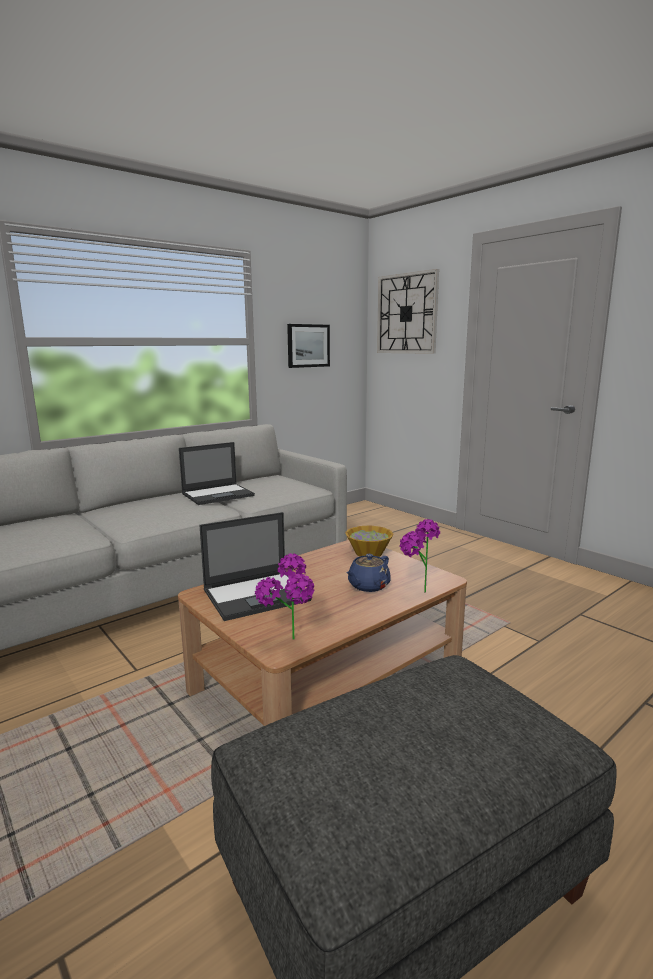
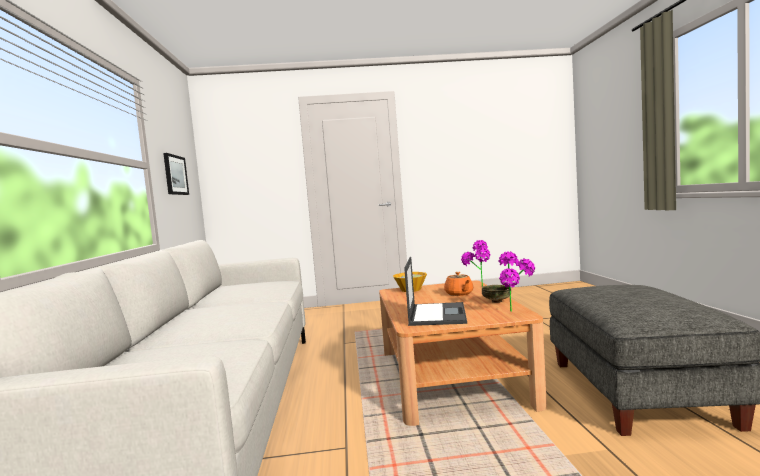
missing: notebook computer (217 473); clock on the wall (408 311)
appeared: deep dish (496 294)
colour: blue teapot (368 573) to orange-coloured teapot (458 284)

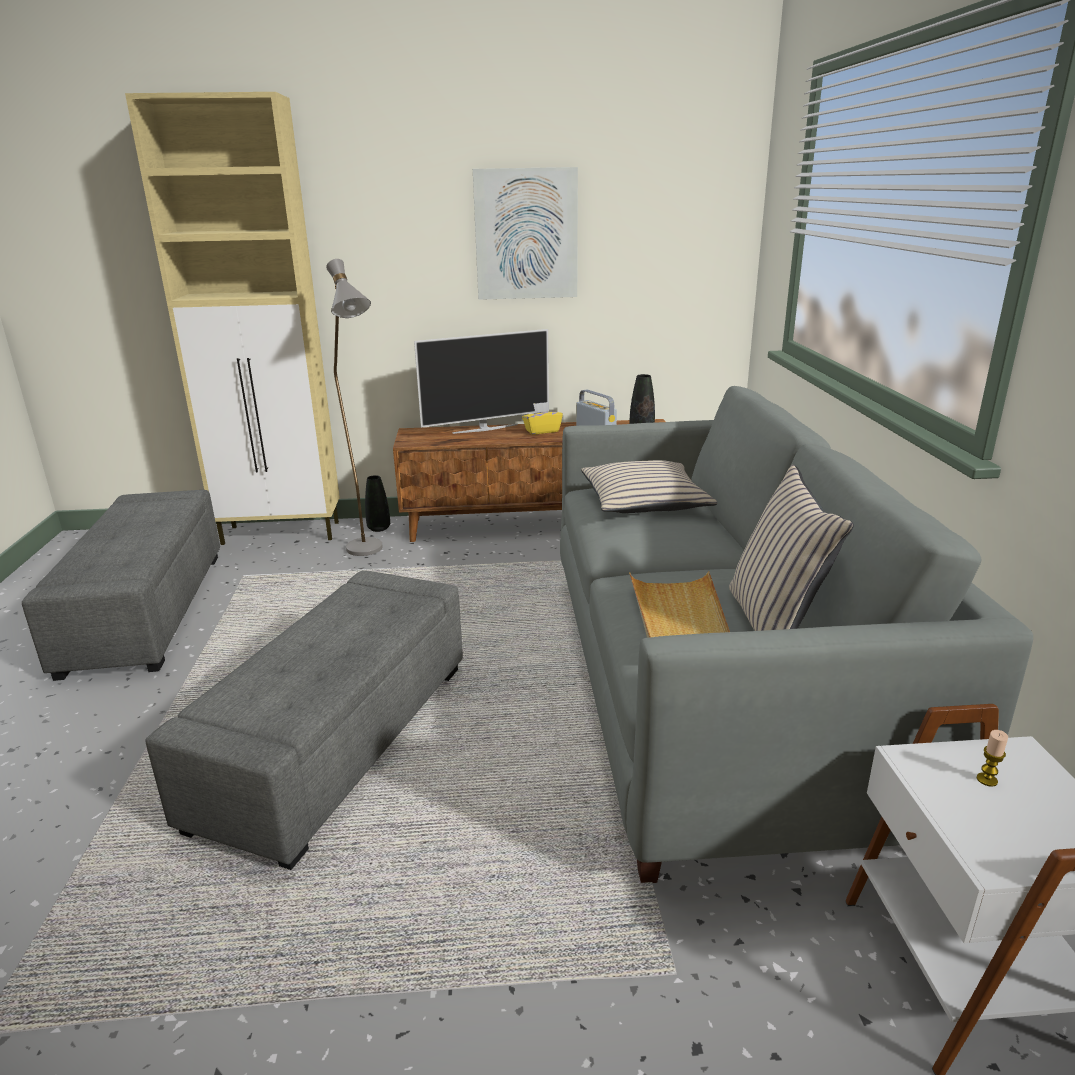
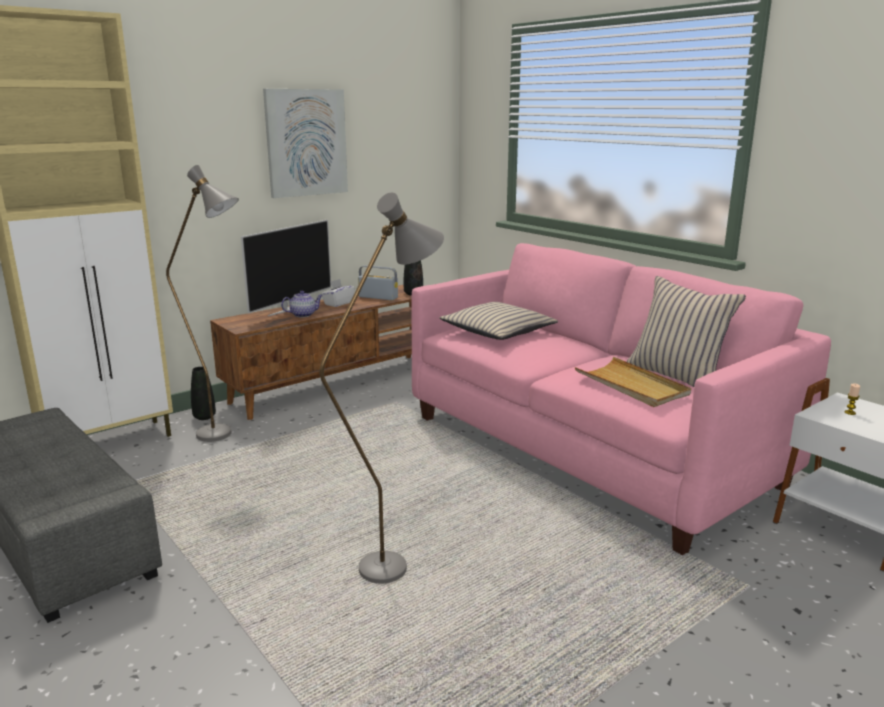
appeared: teapot (302 304)
exchanged: greyish pouffe (304 720) to greyish standing lamp (381 388)
colour: yellow-coloured tissue box (542 418) to white tissue box (338 293); greyish sofa (796 634) to pinkish sofa (621 399)

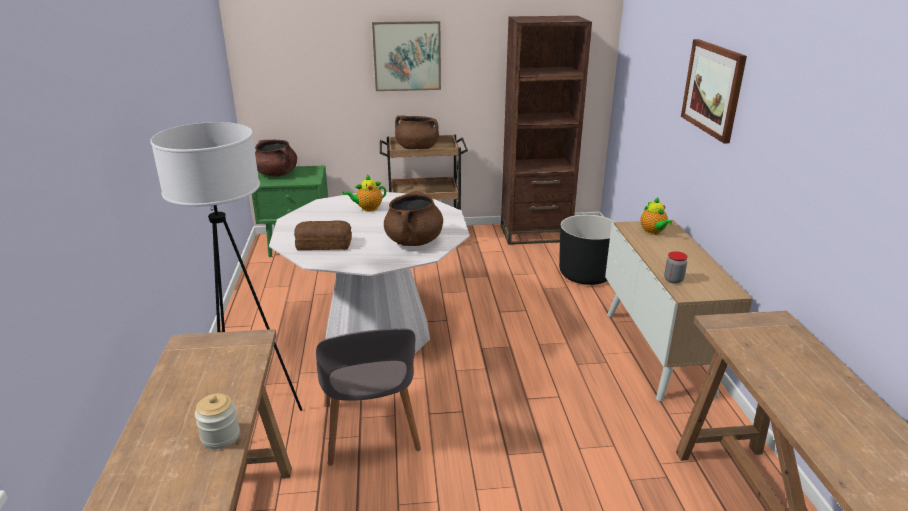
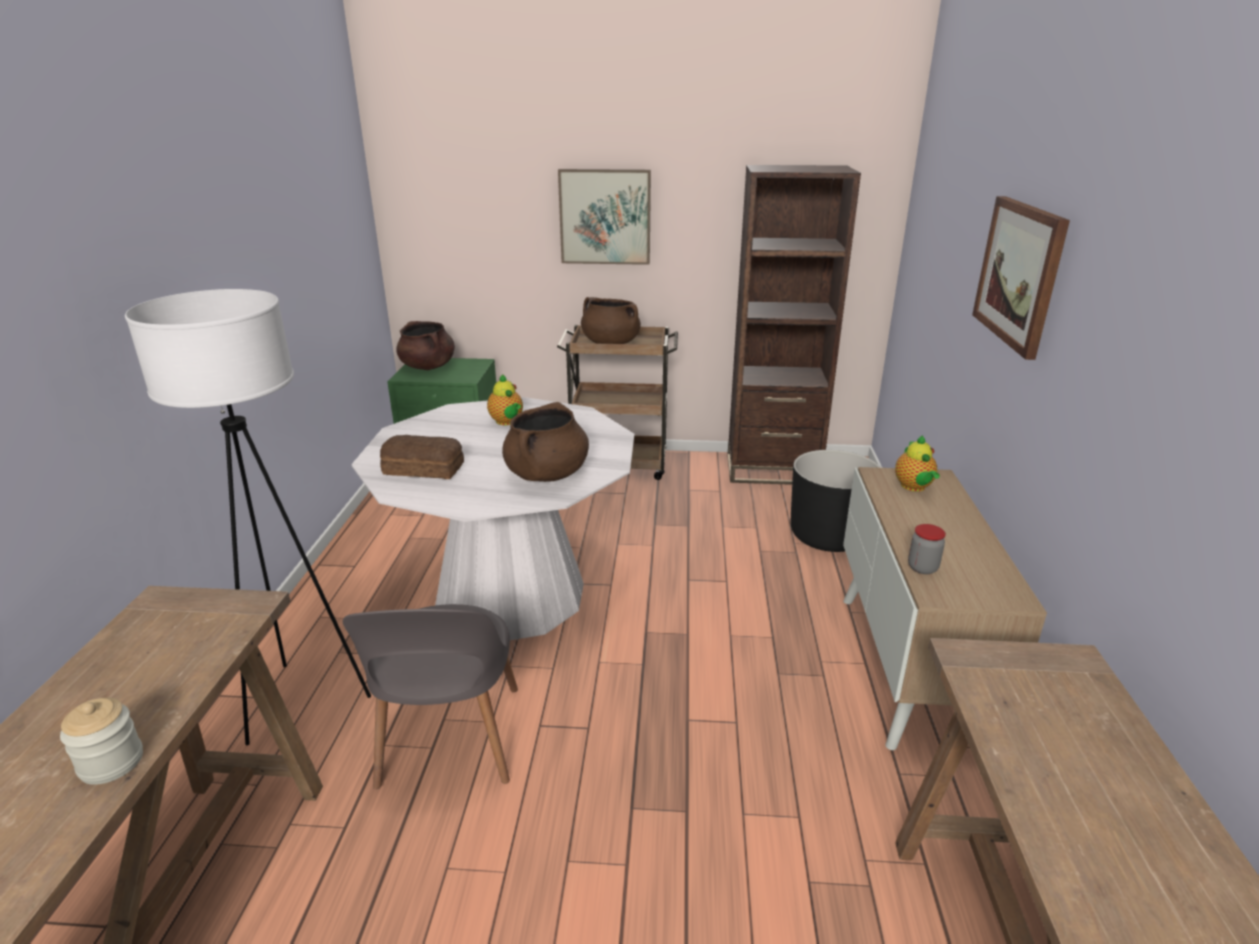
spun: teapot (364 193) = (505 399) 105 degrees counterclockwise

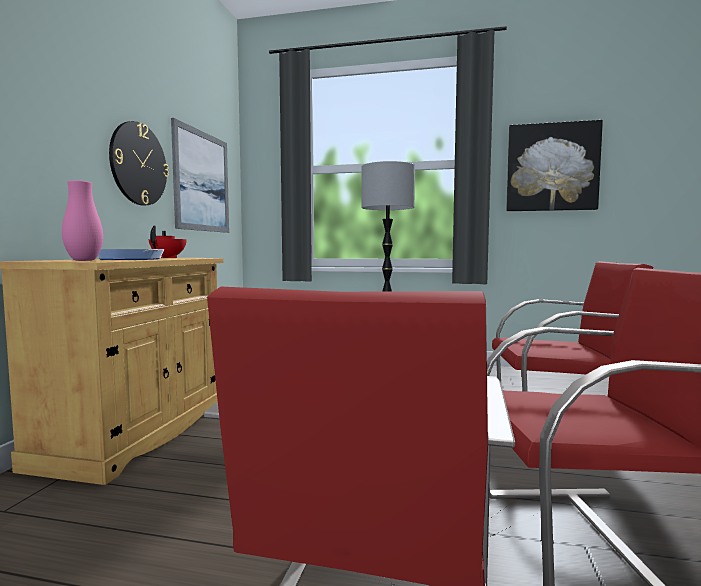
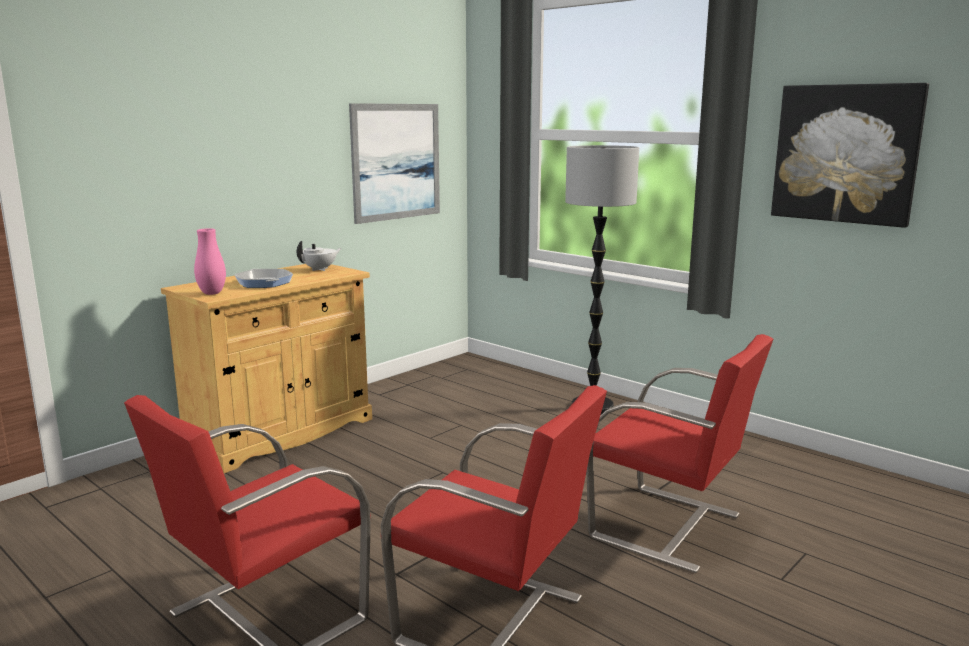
missing: clock on the wall (139 163)
colour: red teapot (168 241) to white teapot (319 256)

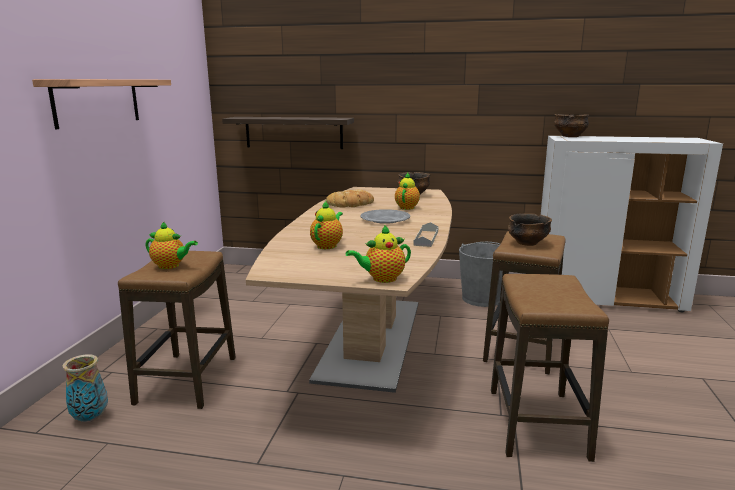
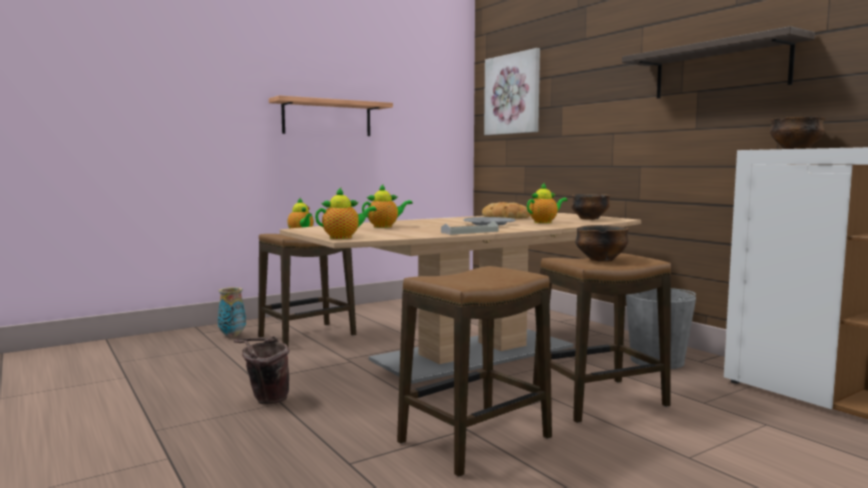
appeared: brown bucket (262 370); picture (512 91)
relocated: bracket shelf (288 133) to (718 62)
spun: teapot (378 254) = (346 213) 135 degrees clockwise

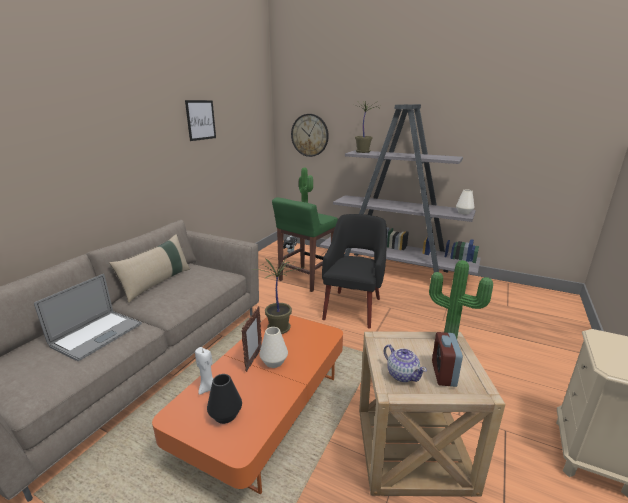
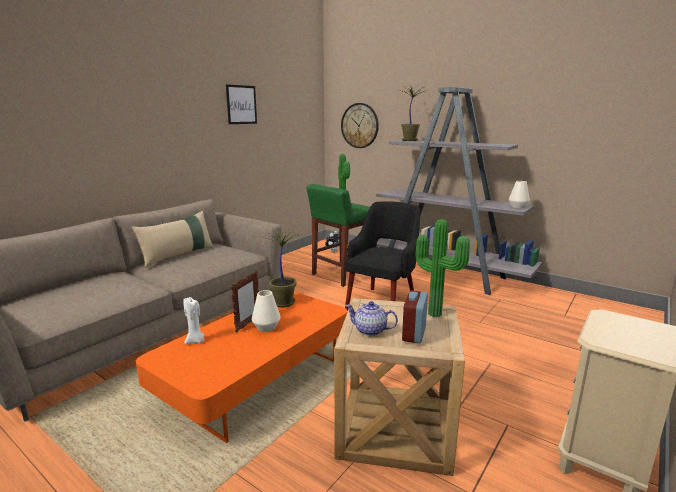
missing: notebook computer (88 317); black-coloured vase (224 399)
spun: teapot (405 363) = (371 318) 135 degrees clockwise

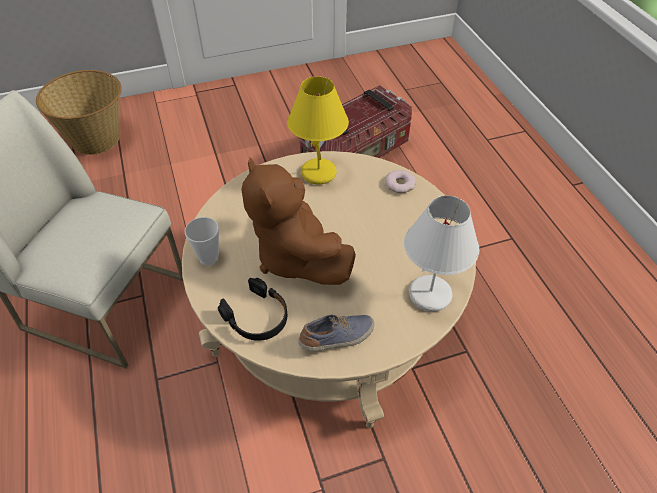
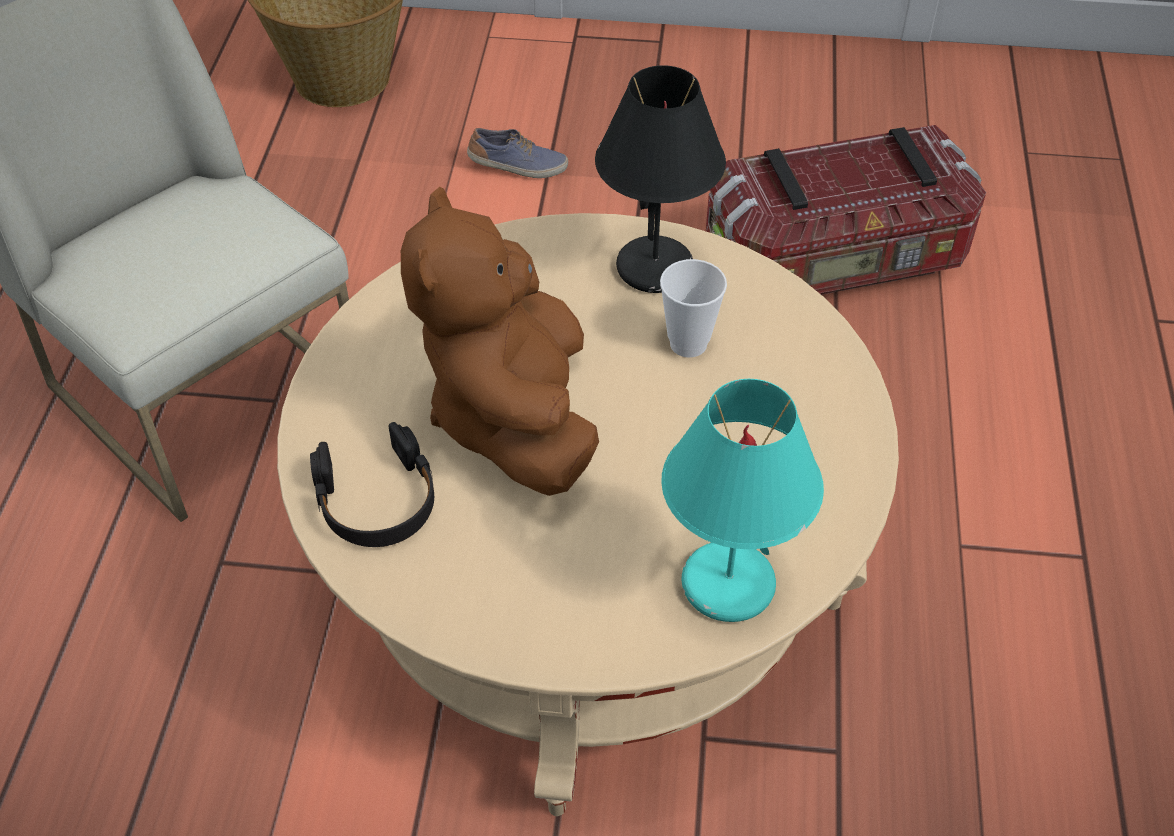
missing: donut (400 181)
relocated: small cup (202 241) to (693 308); item of footwear (336 333) to (517 153)
colour: yellow-coloured tabletop lamp (318 130) to black-coloured tabletop lamp (660 179); white tabletop lamp (442 253) to turquoise-coloured tabletop lamp (742 500)

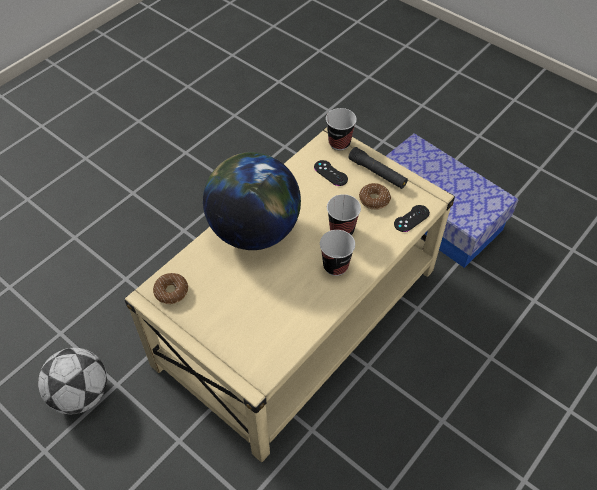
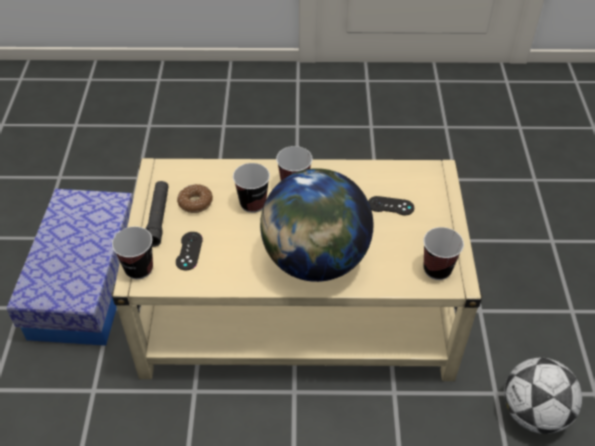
relocated: black-coloured game controller (412 218) to (391 205)
exchanged: donut (170 288) to small cup (443 253)

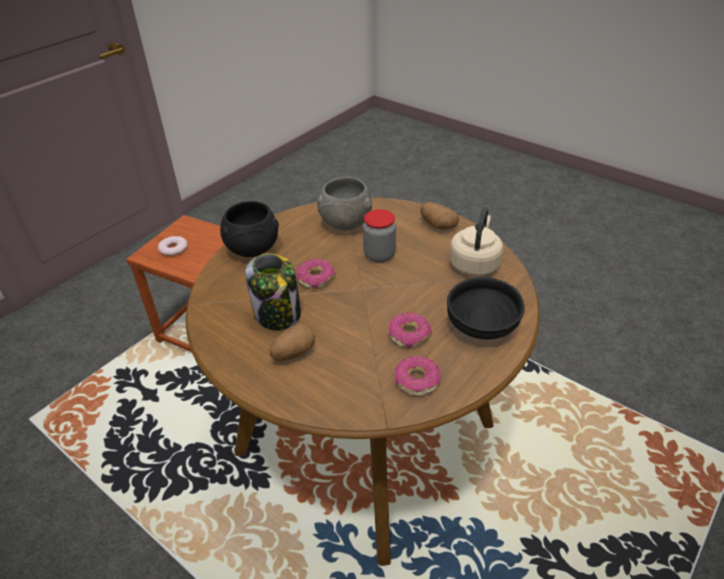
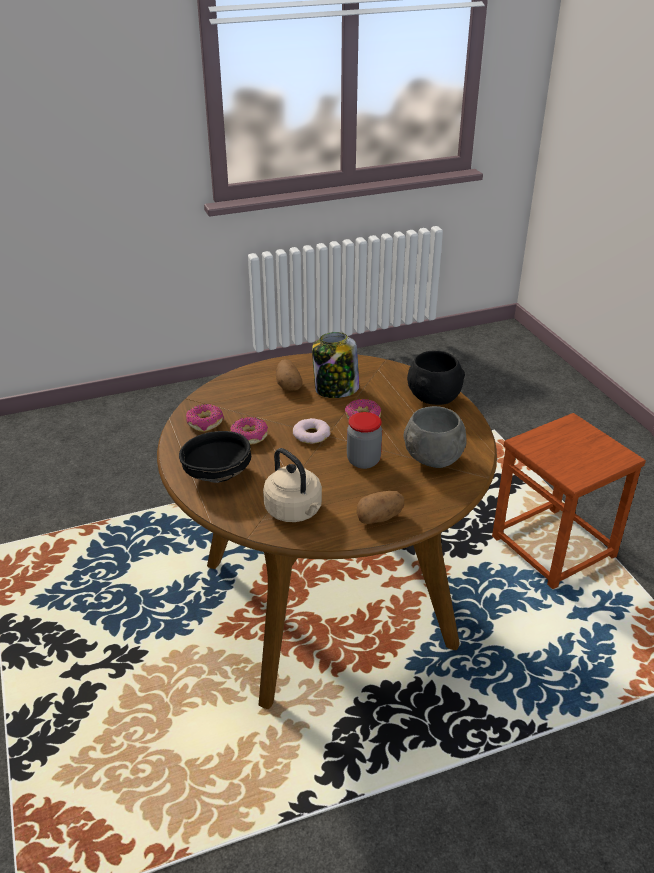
relocated: donut (172 246) to (311 431)

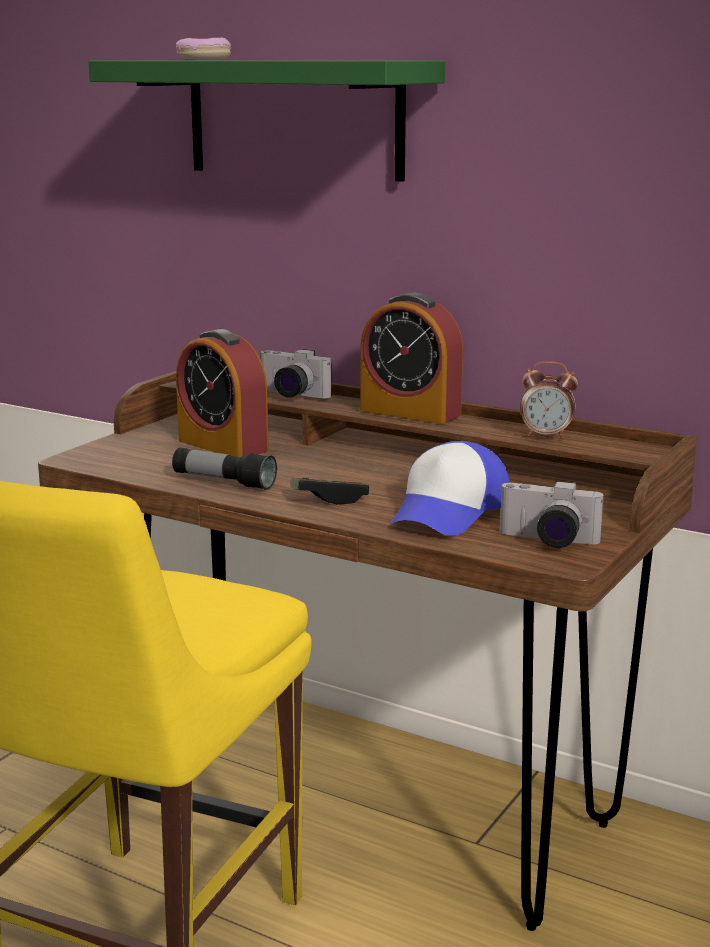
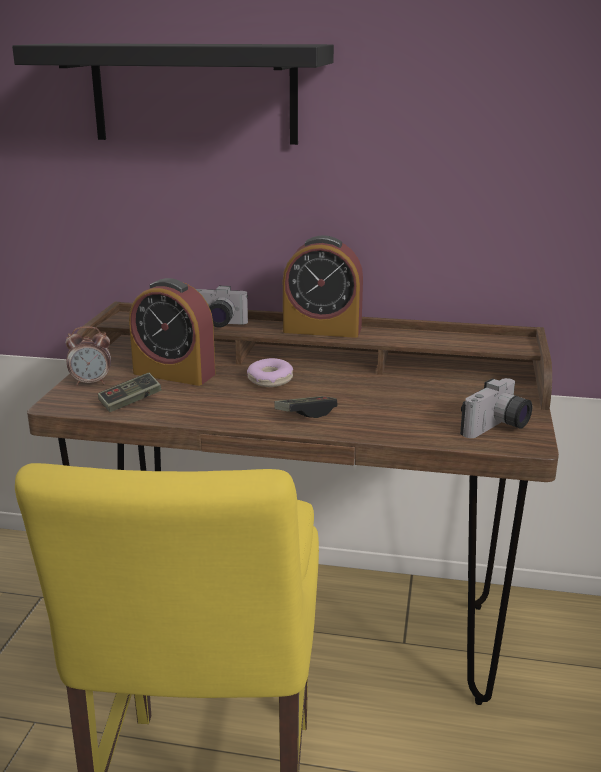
missing: flashlight (224 468); cap (450 488)
appeared: game controller (129 392)
relocated: donut (203 49) to (270 372); table clock (549 400) to (88 356)
colour: greenish bracket shelf (266 121) to black-coloured bracket shelf (173 94)
spun: still camera (552 514) = (496 408) 45 degrees counterclockwise

